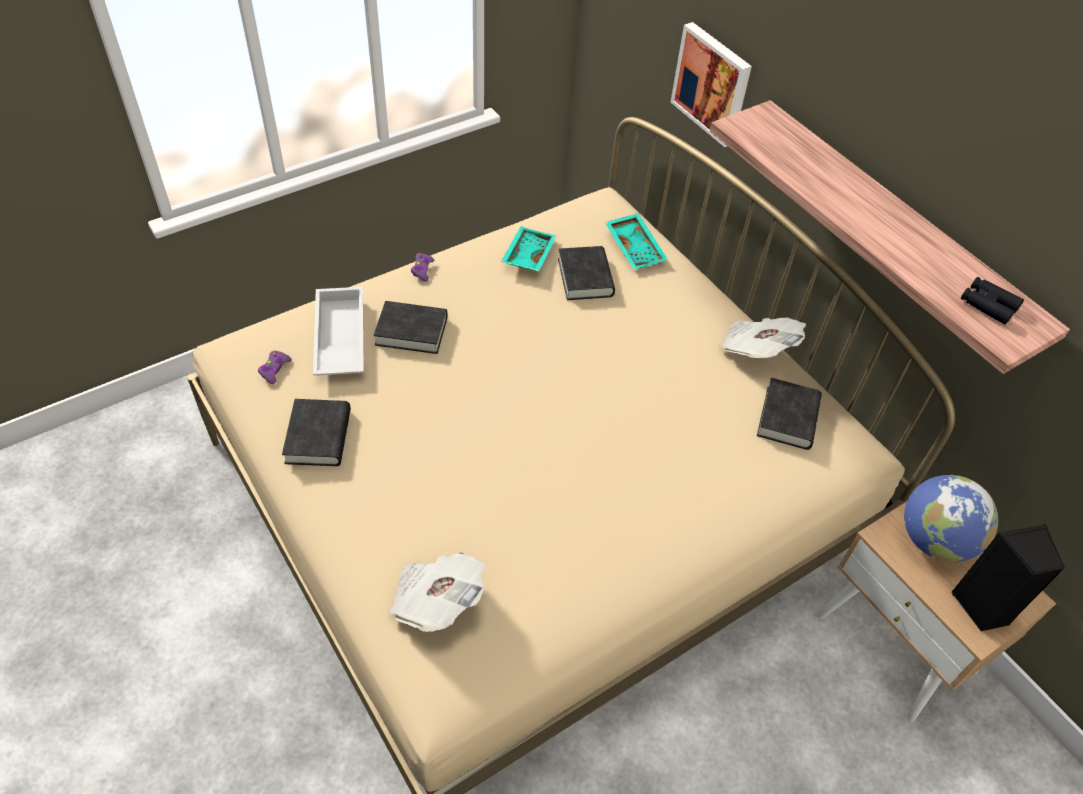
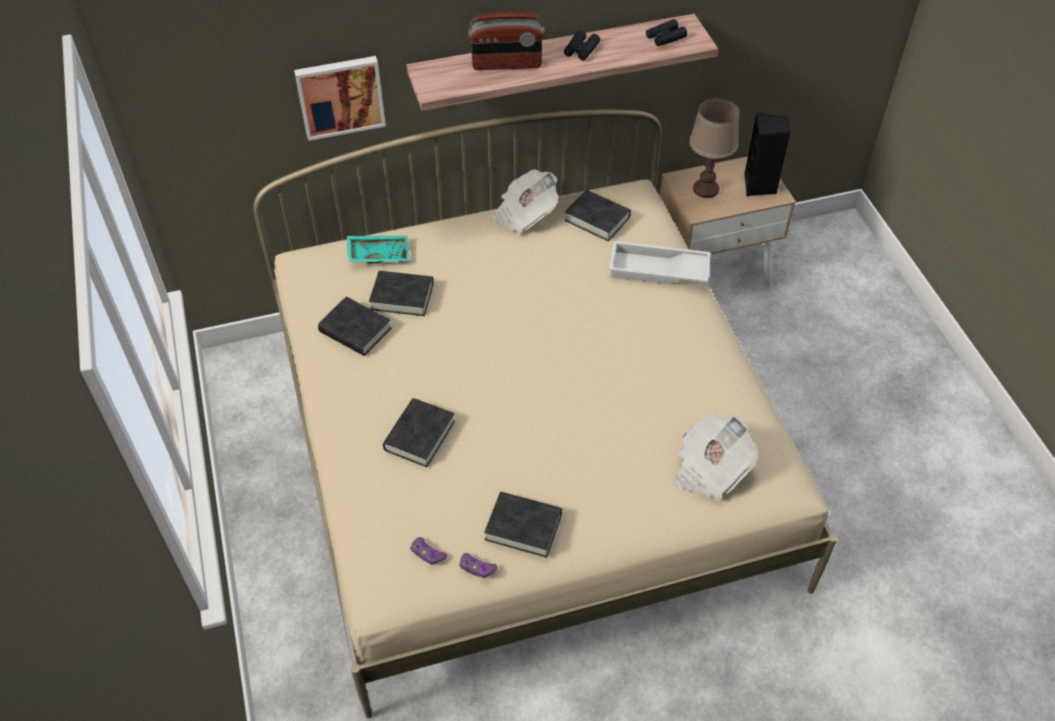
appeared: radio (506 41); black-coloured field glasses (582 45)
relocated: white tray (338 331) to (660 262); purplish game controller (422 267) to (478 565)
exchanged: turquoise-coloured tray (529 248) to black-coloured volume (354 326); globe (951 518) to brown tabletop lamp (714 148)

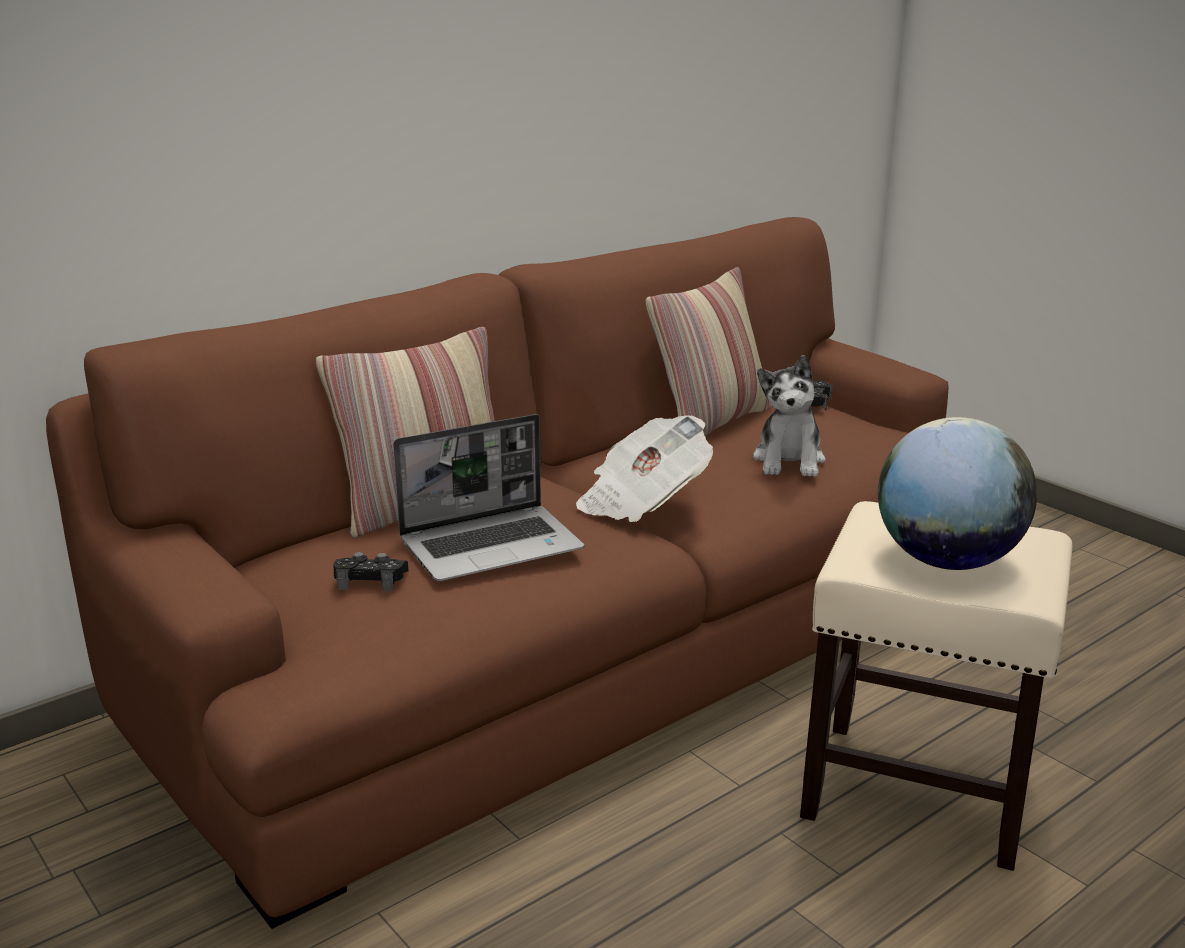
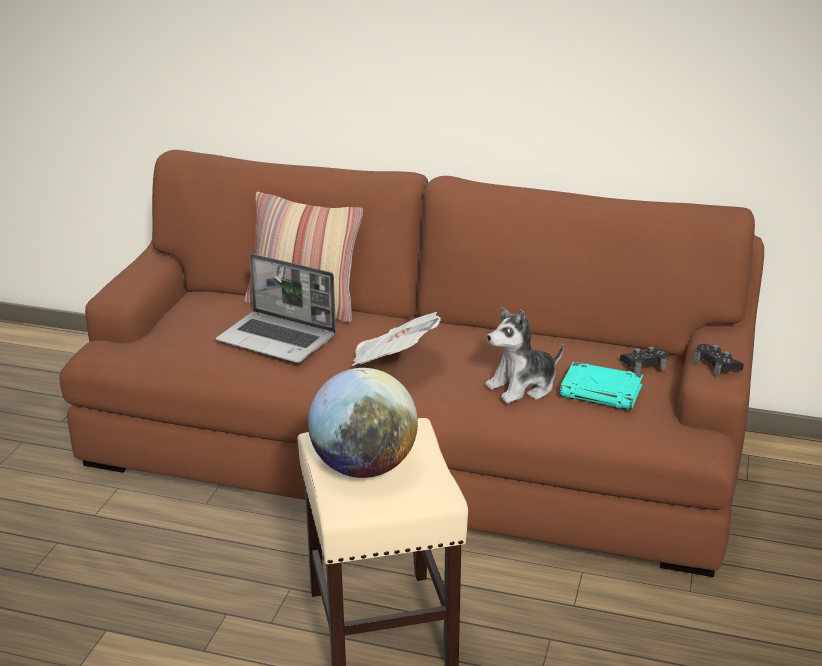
missing: pillow (709 351)
appeared: turquoise-coloured volume (601 386)
relocated: black-coloured game controller (370 572) to (718 360)

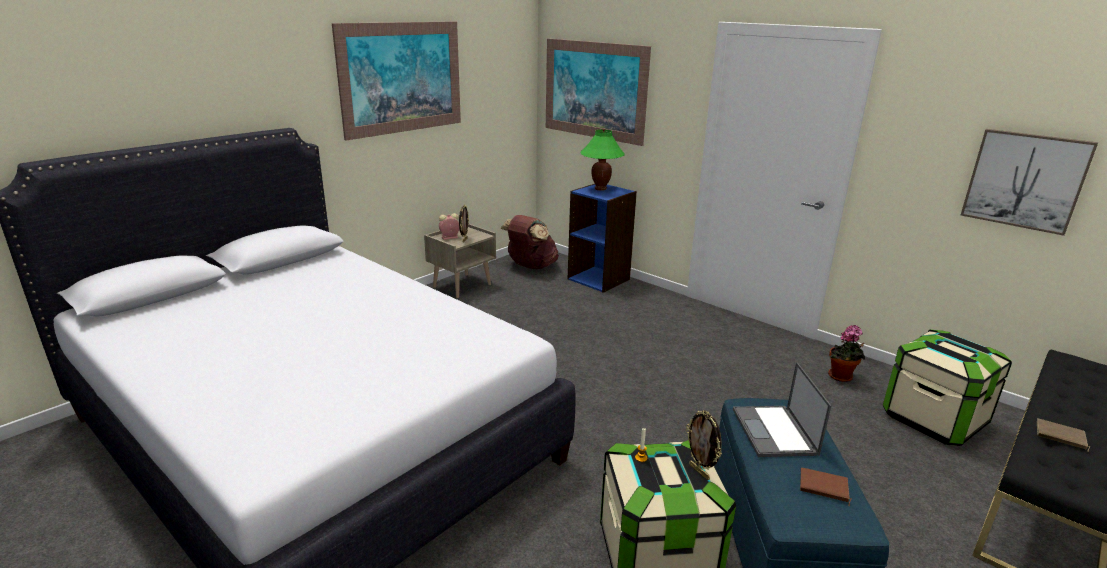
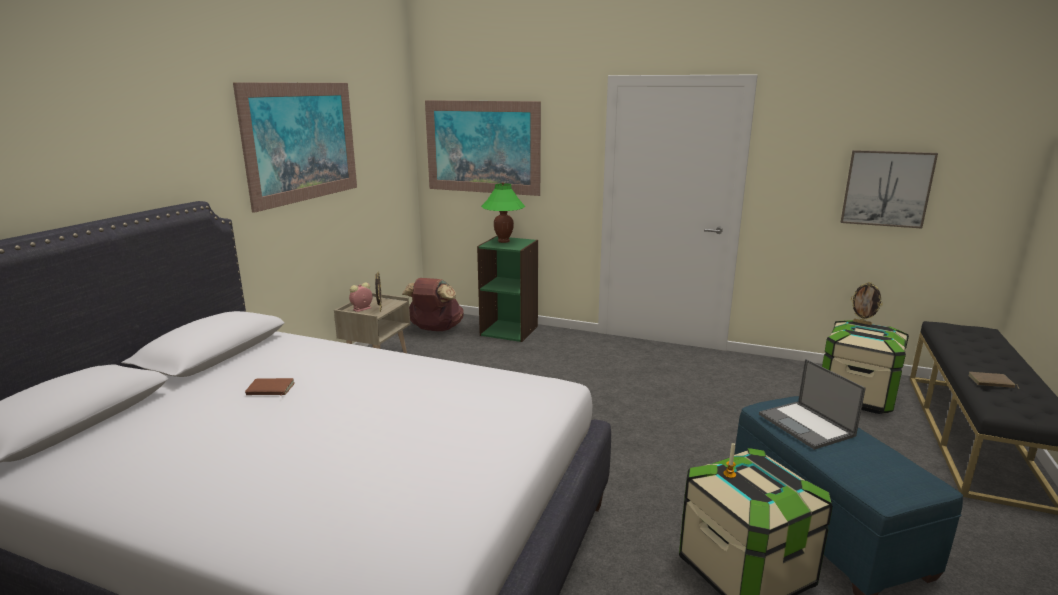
missing: houseplant (846 353)
relocated: picture frame (704 445) to (867 303); brown volume (826 487) to (270 387)
colour: blue bookcase (602 238) to greenish bookcase (507 289)

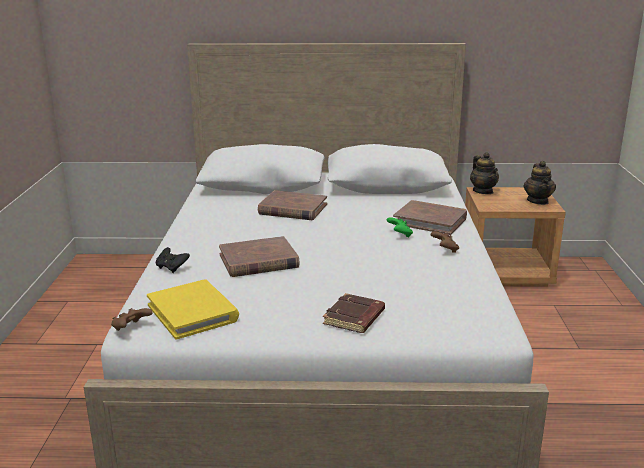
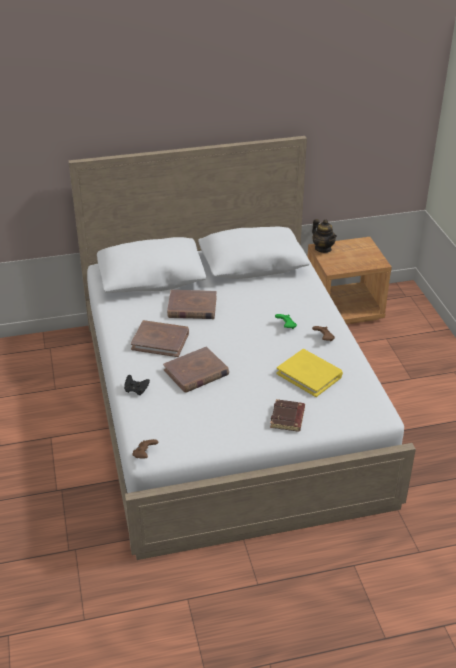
missing: teapot (539 183)
relocated: yellow-coloured volume (193 309) to (309 373); brown volume (430 217) to (160 338)

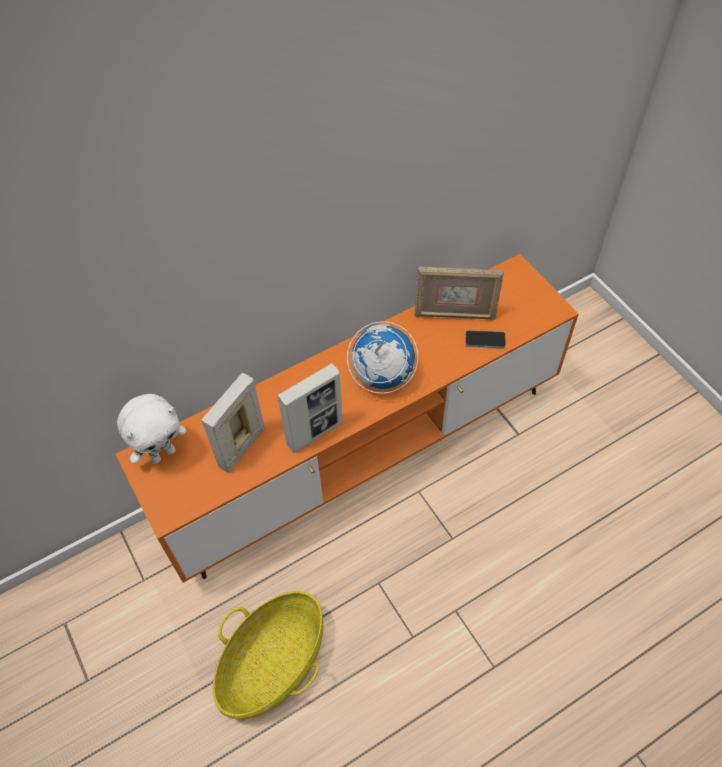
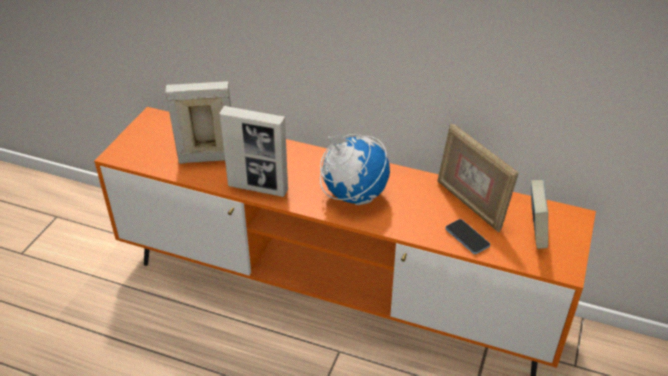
missing: white soft toy (151 429); storage basket (268 655)
appeared: volume (539 214)

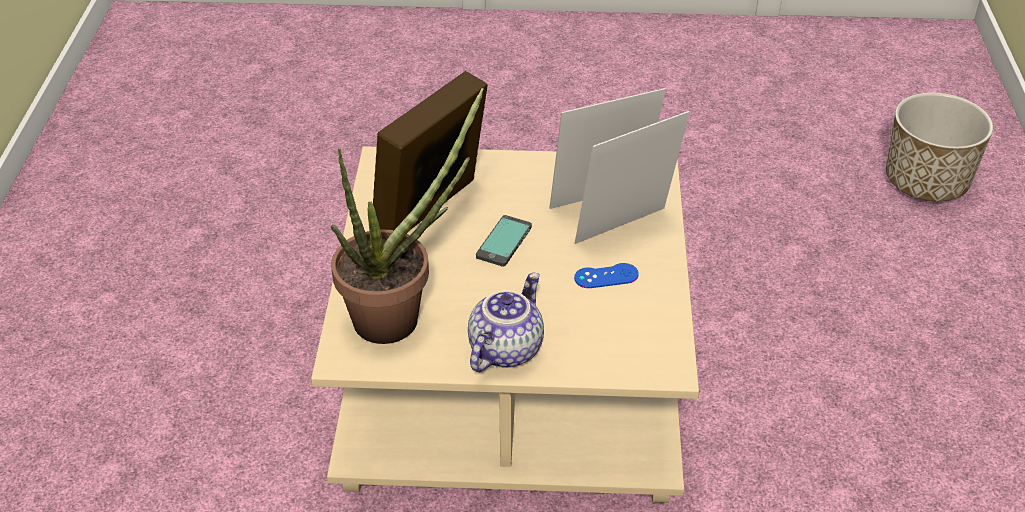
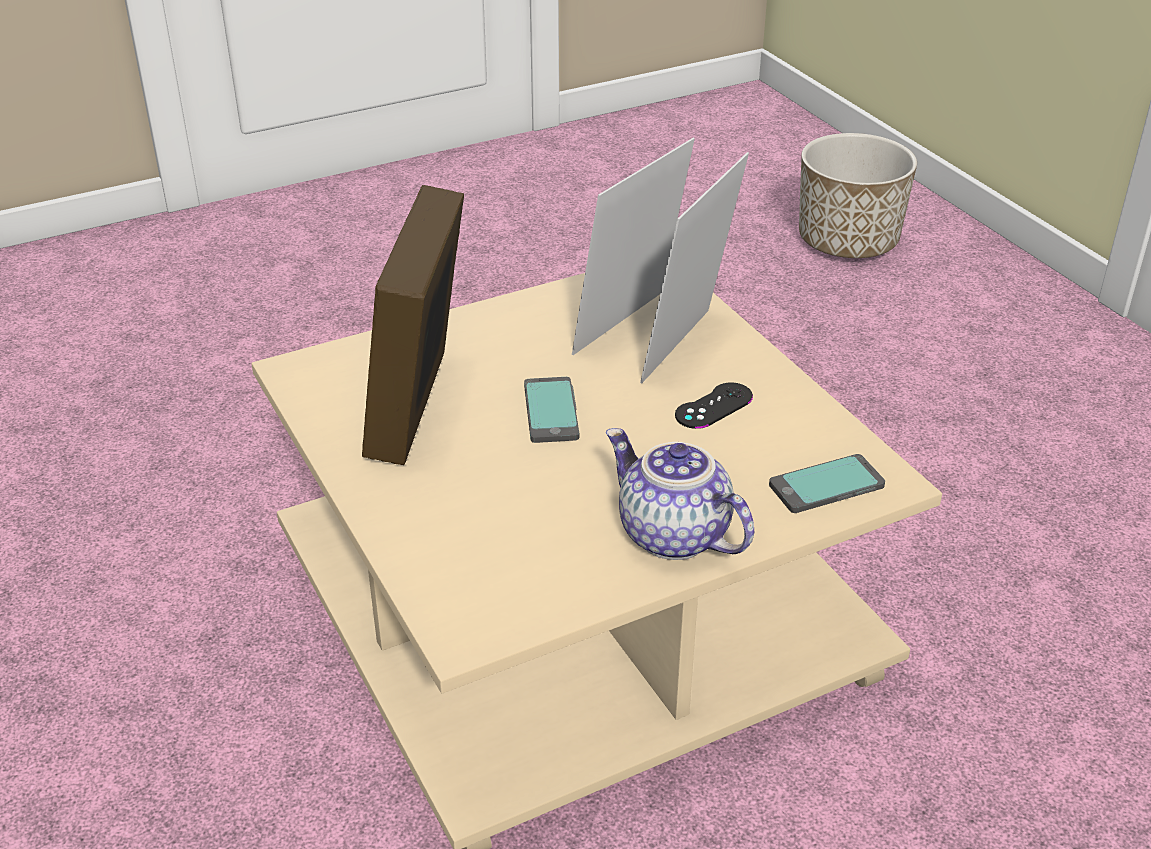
missing: houseplant (407 216)
appeared: handset (827 483)
colour: blue game controller (606 275) to black-coloured game controller (714 406)
spun: teapot (506 322) = (680 494) 45 degrees counterclockwise

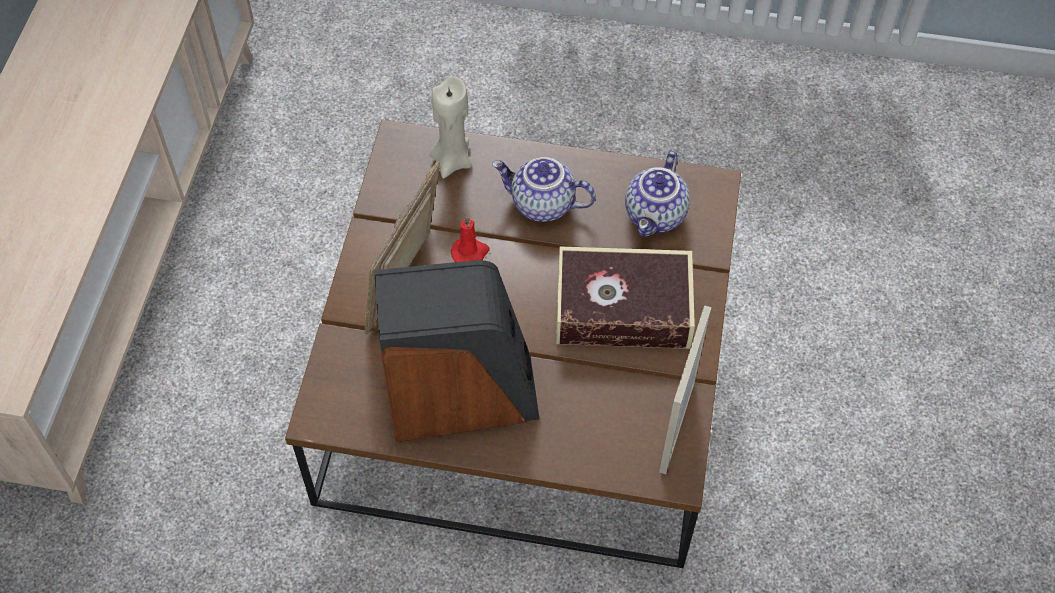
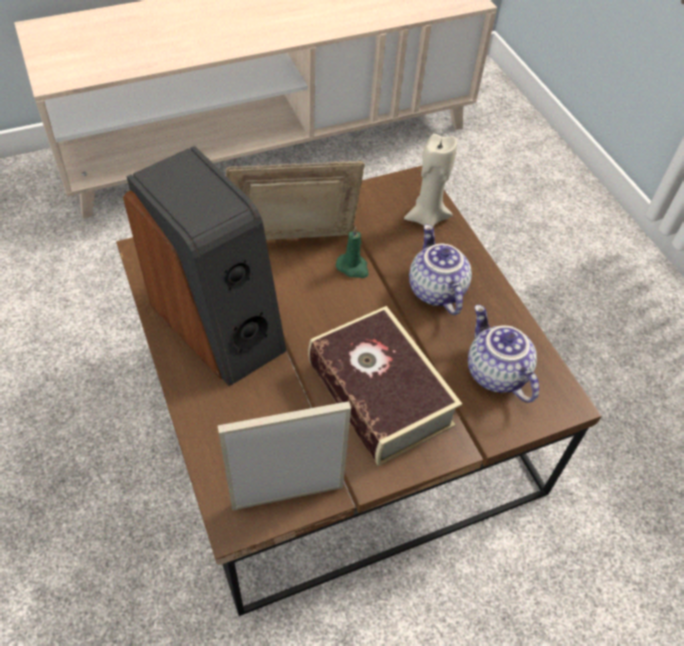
colour: red wax candle (470 239) to greenish wax candle (352 252)
spun: teapot (657 193) = (503 354) 75 degrees clockwise

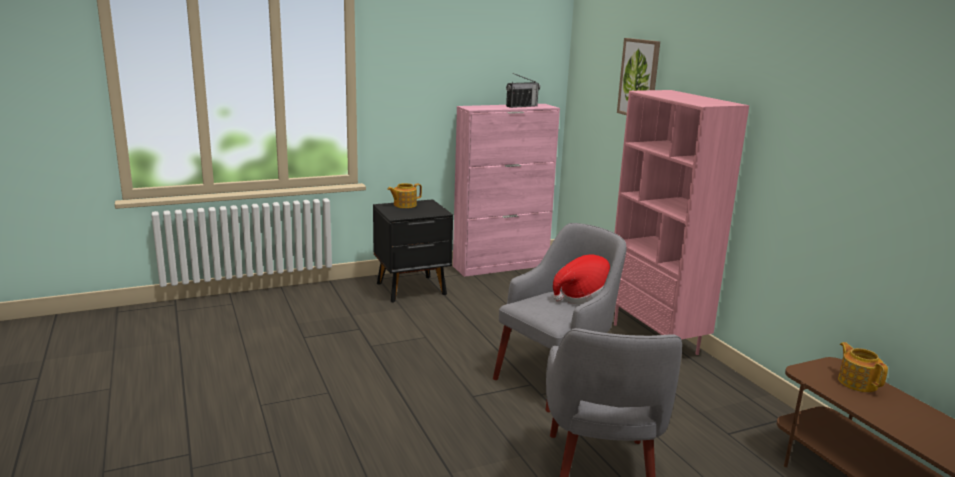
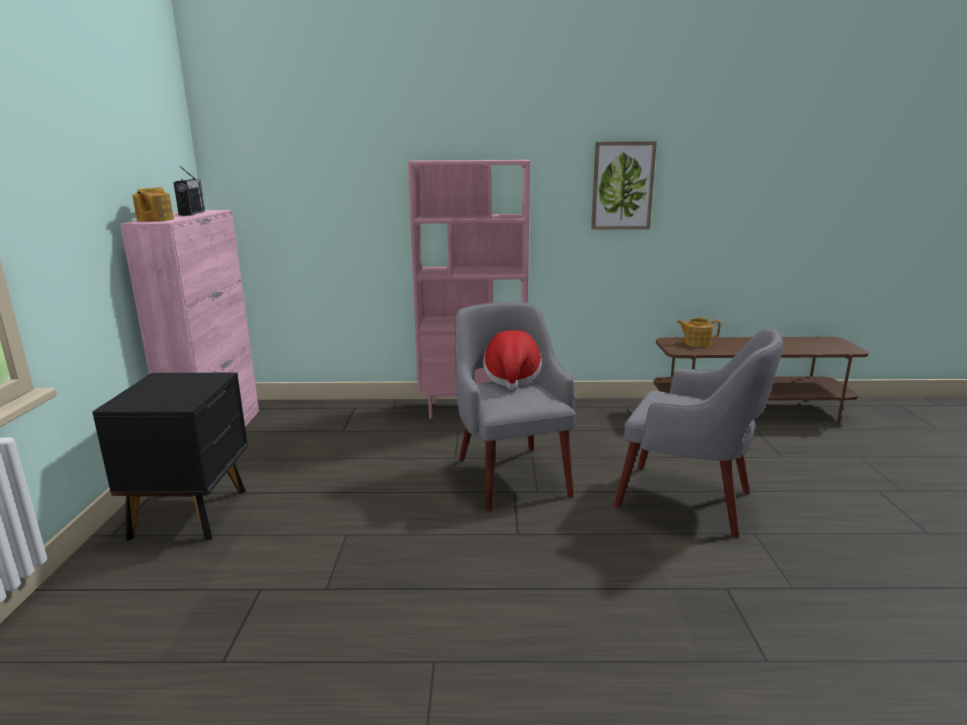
relocated: teapot (404 195) to (153 204); picture (638 76) to (624 185)

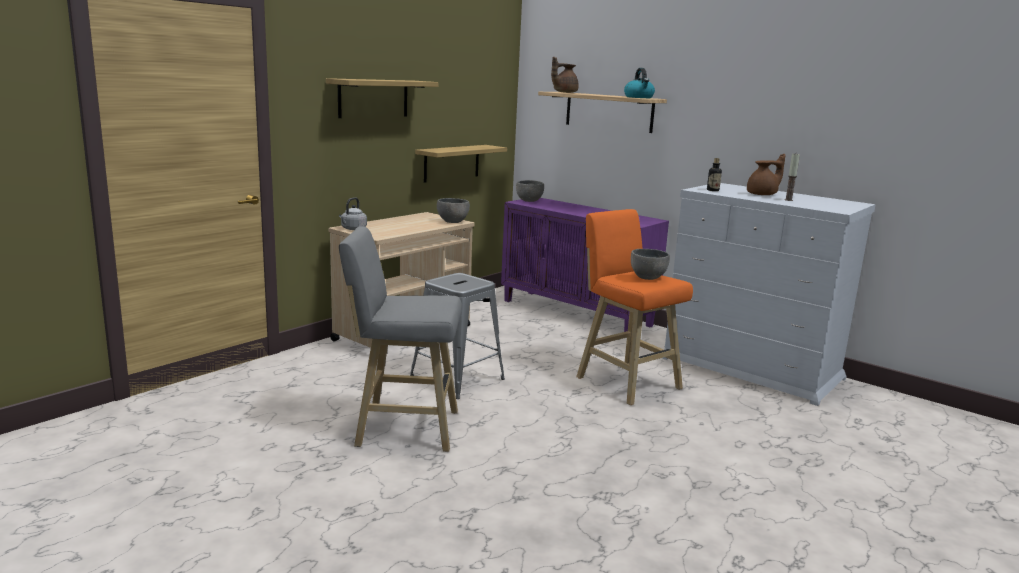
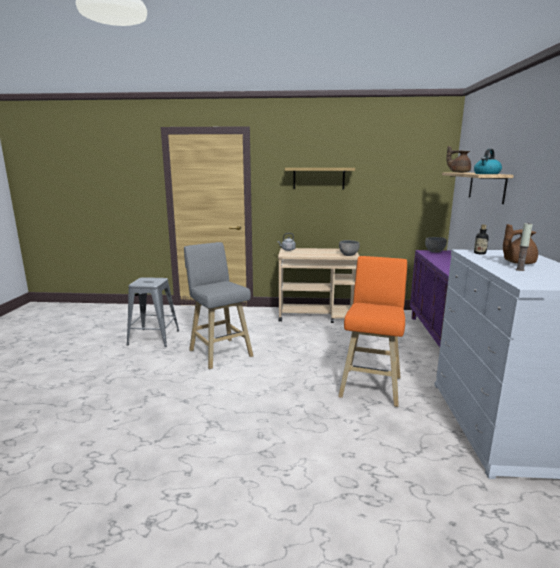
missing: bracket shelf (461 164); greyish deep dish (650 264)
relocated: greyish sitting stool (457 336) to (153 312)
spun: brown teapot (766 174) = (520 244) 135 degrees clockwise

